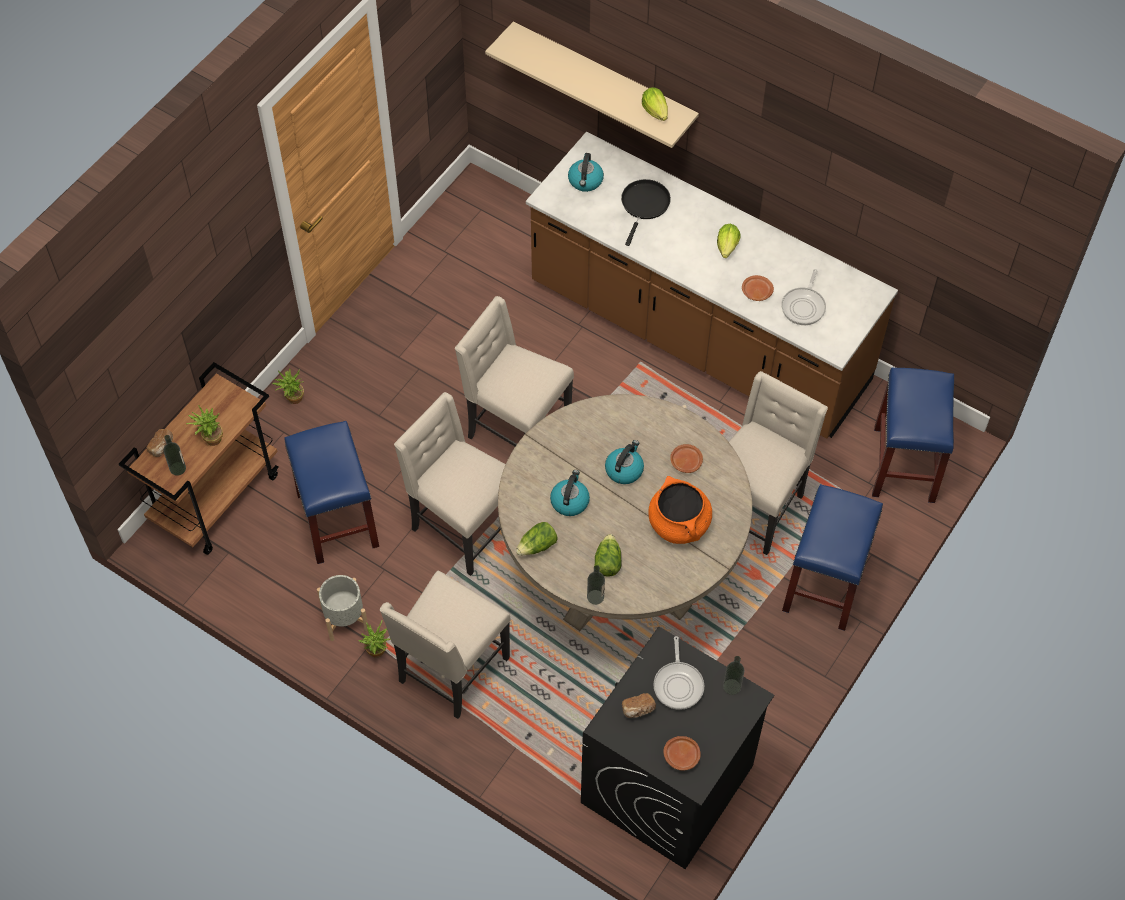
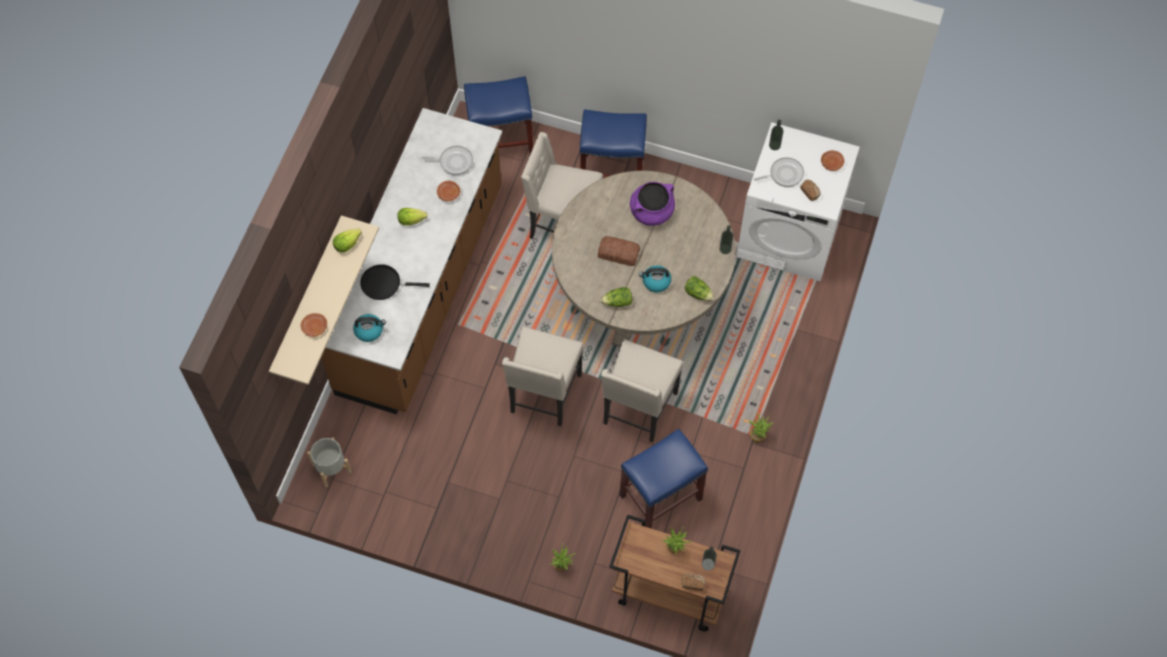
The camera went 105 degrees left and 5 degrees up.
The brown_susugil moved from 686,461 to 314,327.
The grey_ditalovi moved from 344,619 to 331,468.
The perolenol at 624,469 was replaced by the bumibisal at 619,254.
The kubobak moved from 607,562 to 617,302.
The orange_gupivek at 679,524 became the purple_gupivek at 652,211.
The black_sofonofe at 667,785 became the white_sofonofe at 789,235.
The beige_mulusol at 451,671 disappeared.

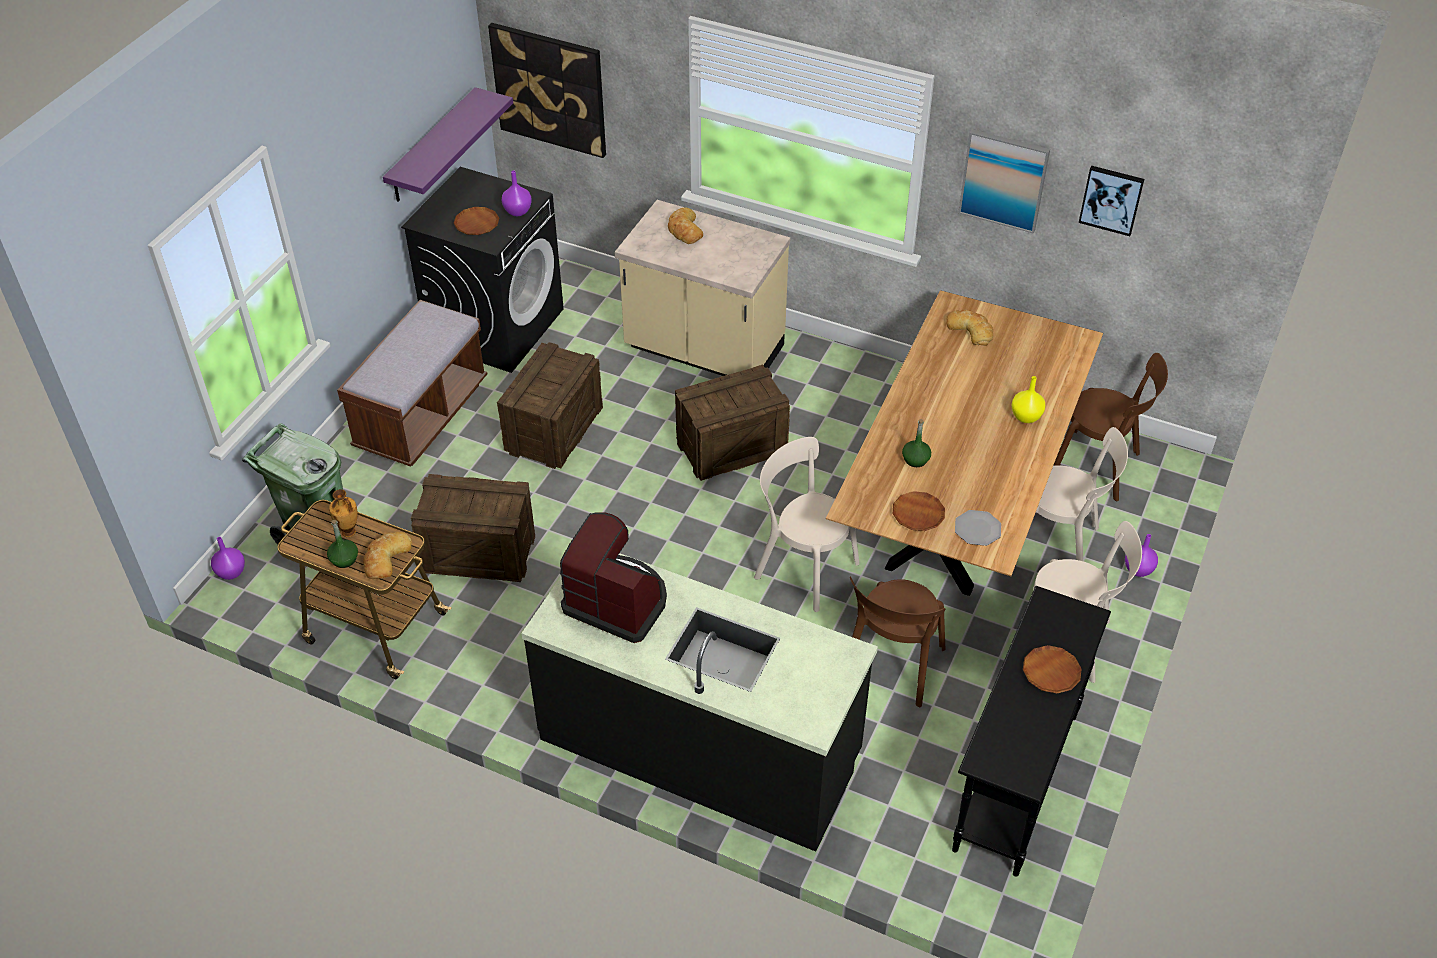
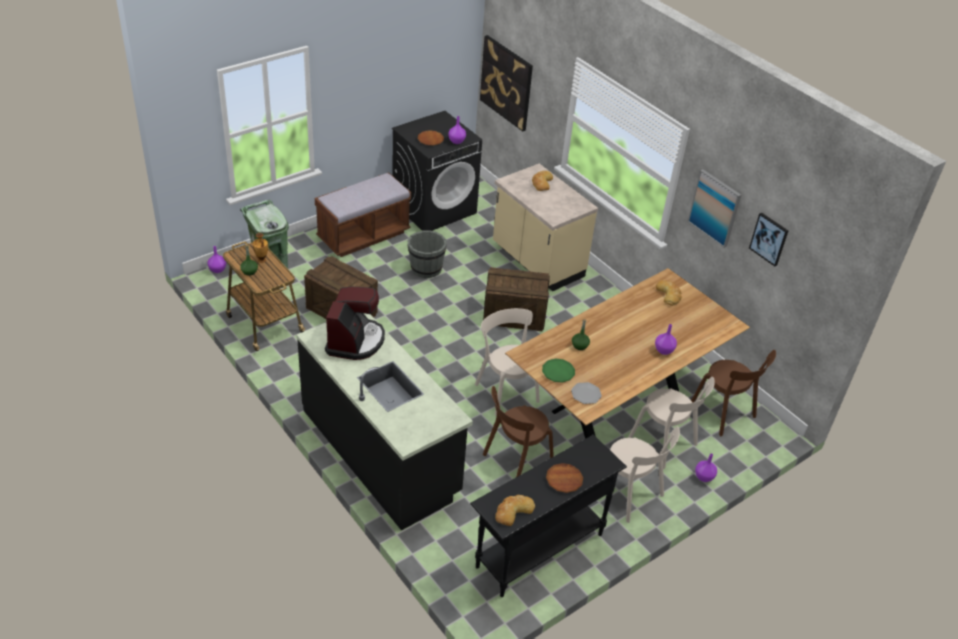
The camera went 25 degrees right and 5 degrees down.
The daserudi at 617,601 turned 45 degrees clockwise.
The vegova at 554,429 was replaced by the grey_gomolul at 426,268.
The bumibisal moved from 385,558 to 513,511.
The brown_susugil at 918,514 became the green_susugil at 558,372.
The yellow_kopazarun at 1026,417 became the purple_kopazarun at 664,351.
The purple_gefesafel at 432,146 disappeared.

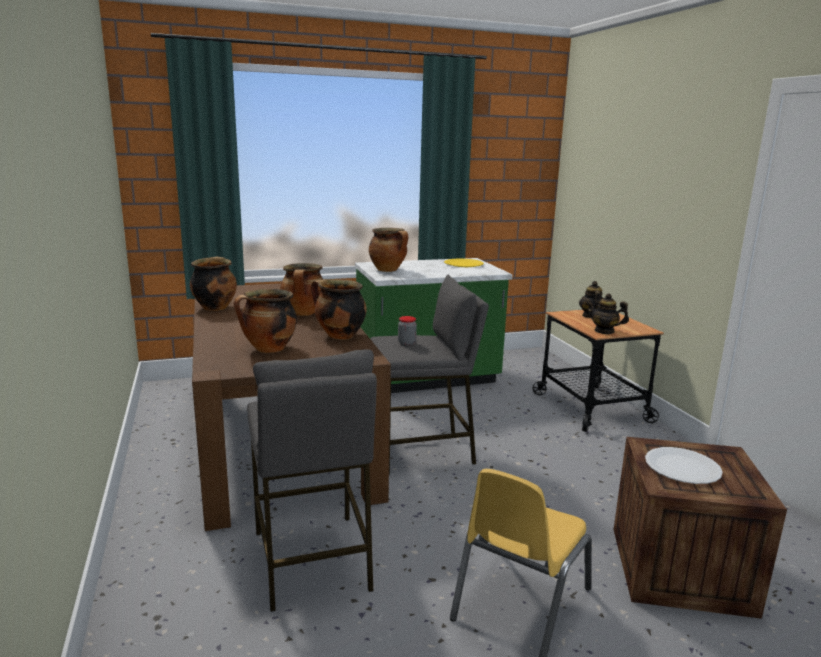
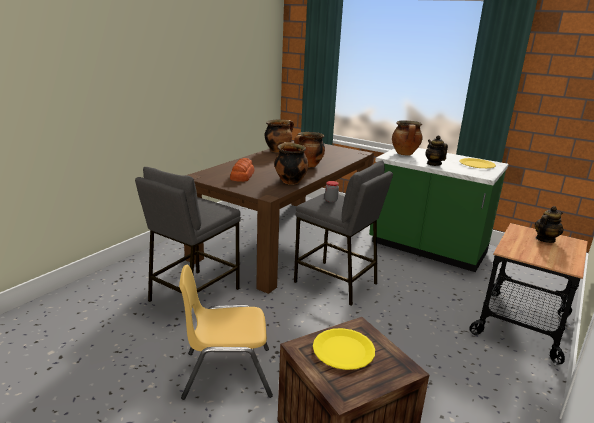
The camera went 50 degrees right and 5 degrees up.
The gupivek at 268,349 was replaced by the bumibisal at 242,176.
The white_susugil at 682,467 became the yellow_susugil at 343,350.
The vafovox moved from 604,331 to 434,164.

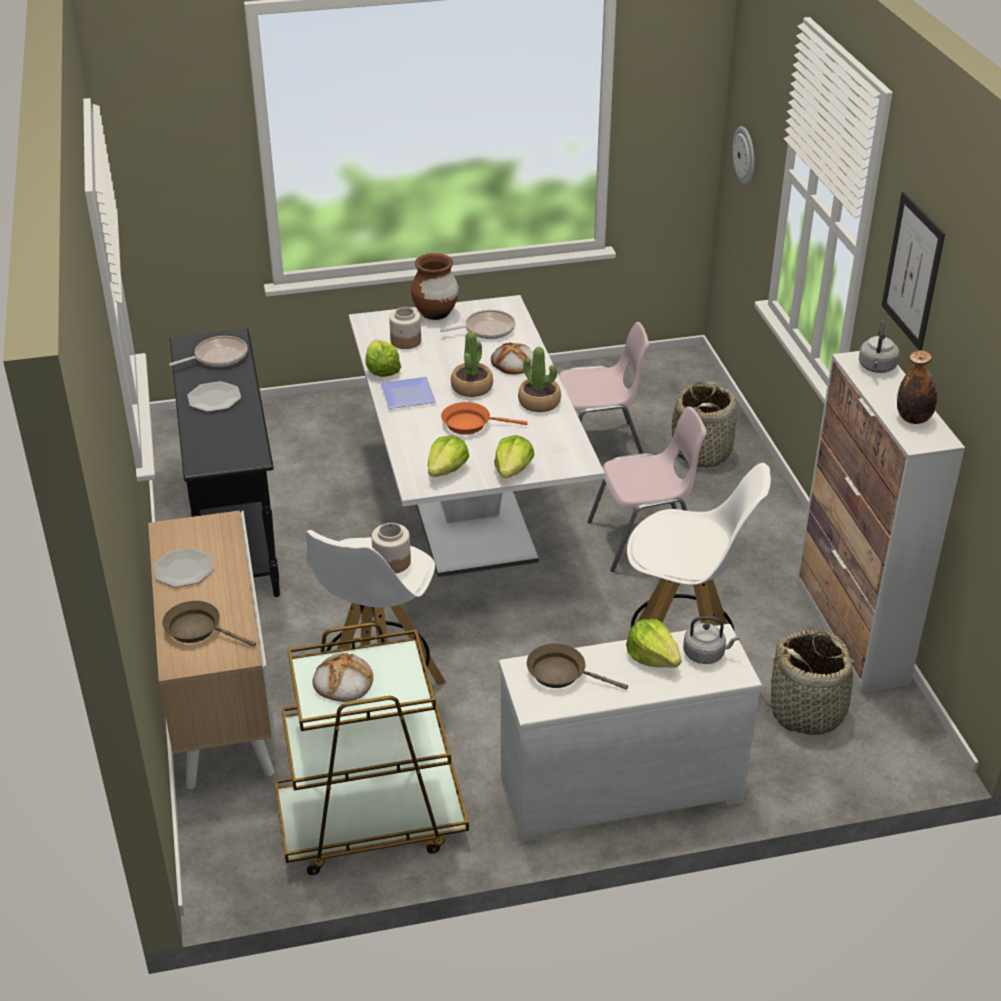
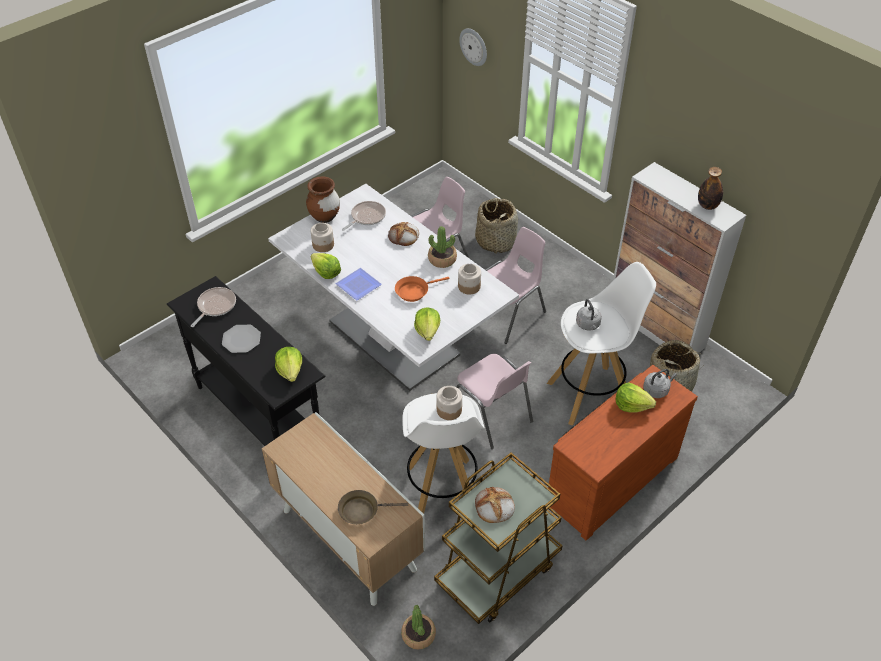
The camera went 30 degrees left and 10 degrees up.
The kubobak moved from 512,470 to 290,371.
The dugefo moved from 472,387 to 418,634.
The pink_mulusol at 491,415 appeared.
The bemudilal at 469,286 appeared.
The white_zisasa at 618,784 became the brown_zisasa at 609,479.
The grey_perolenol moved from 876,368 to 588,325.
The susugil at 183,569 disappeared.
The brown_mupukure at 561,673 disappeared.
The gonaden at 913,271 disappeared.

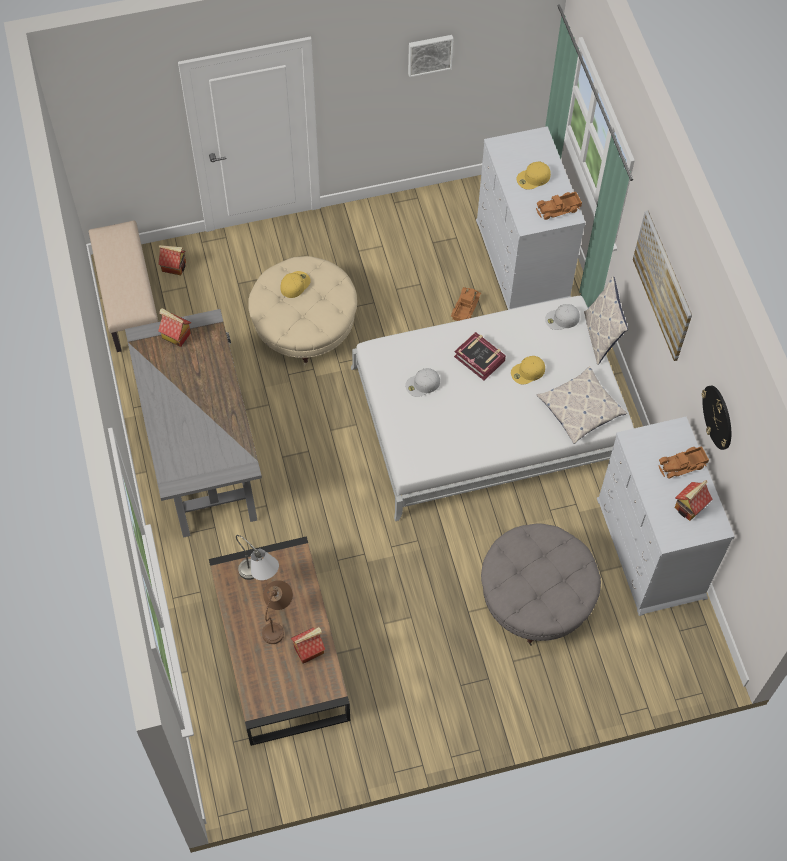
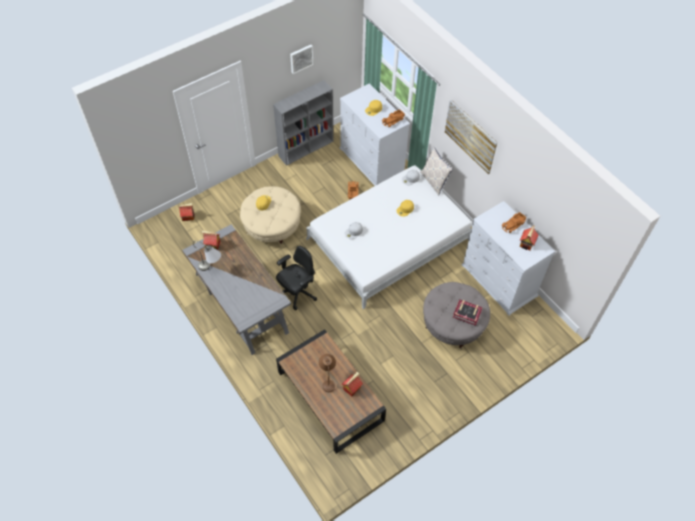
The camera went 20 degrees left and 5 degrees down.
The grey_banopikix moved from 259,579 to 211,268.
The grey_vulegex at 306,148 appeared.
The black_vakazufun at 297,293 appeared.
The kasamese moved from 479,358 to 467,313.
The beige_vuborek at 128,300 disappeared.
The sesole at 580,408 disappeared.
The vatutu at 718,417 disappeared.

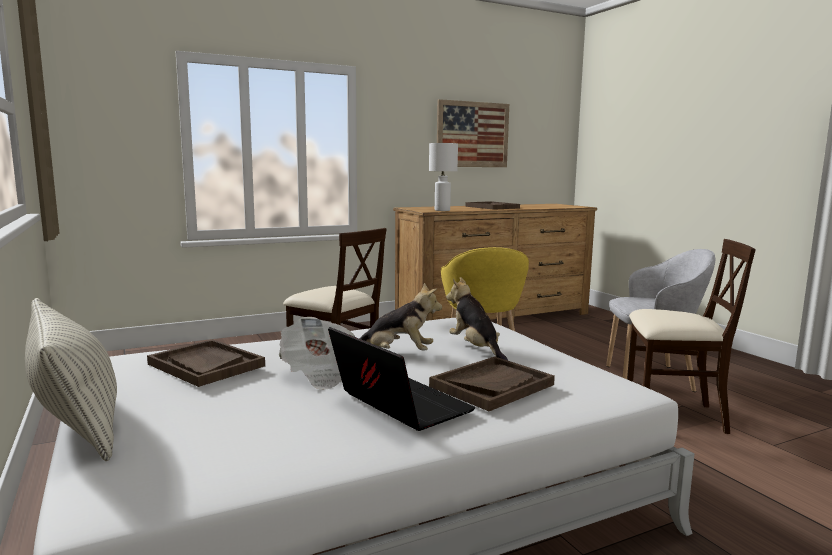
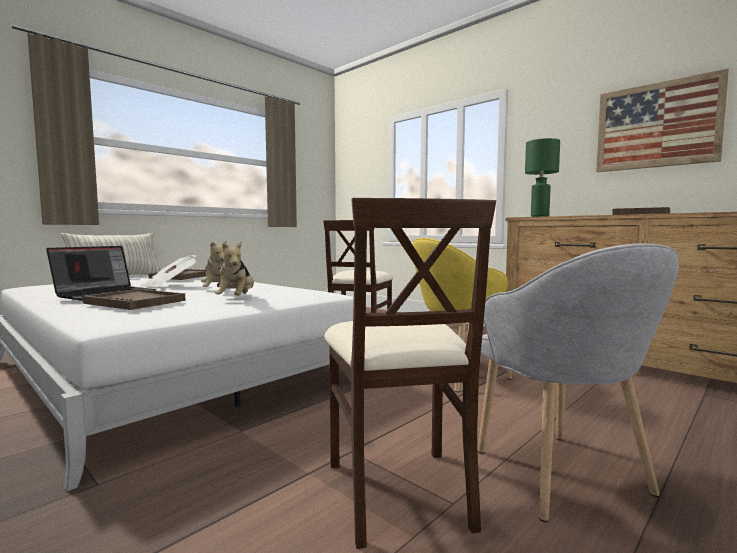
The camera went 70 degrees right and 5 degrees down.
The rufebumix at 475,349 turned 135 degrees clockwise.
The white_banopikix at 442,210 became the green_banopikix at 539,216.

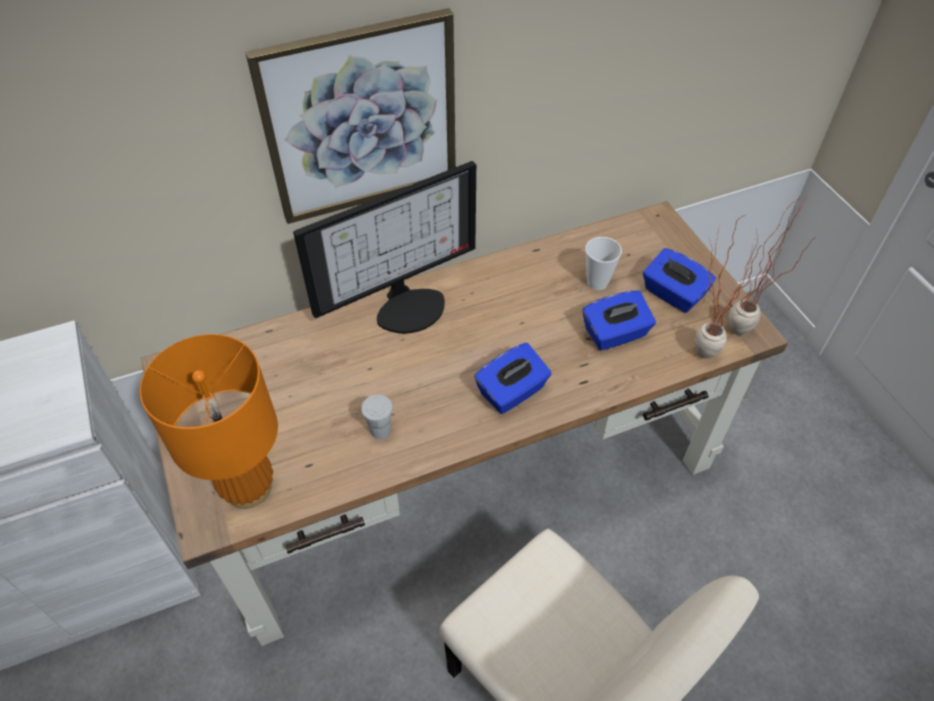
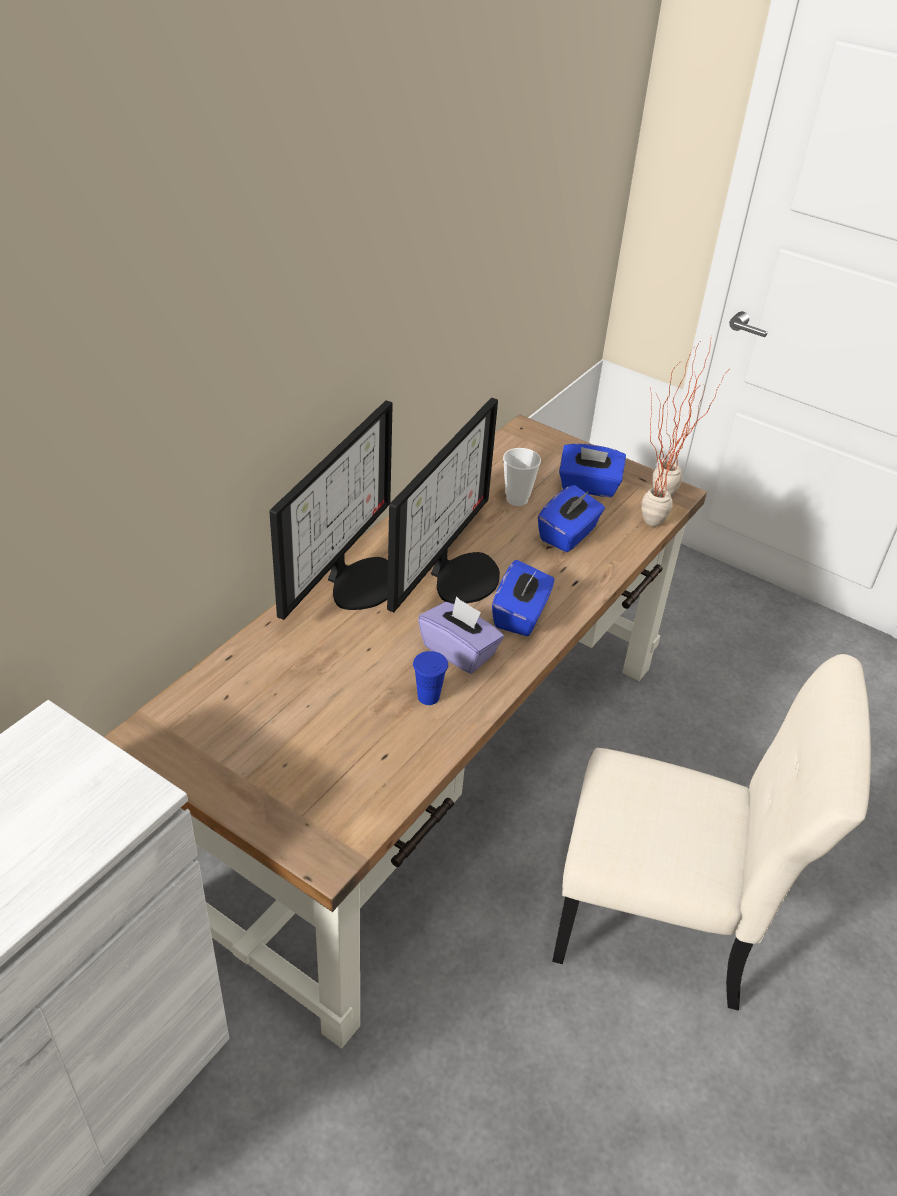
The camera went 35 degrees left and 10 degrees down.
The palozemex at 459,575 appeared.
The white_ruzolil at 380,431 became the blue_ruzolil at 428,697.
The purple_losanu at 459,651 appeared.
The orange_banopikix at 248,487 disappeared.
The gonaden at 361,119 disappeared.

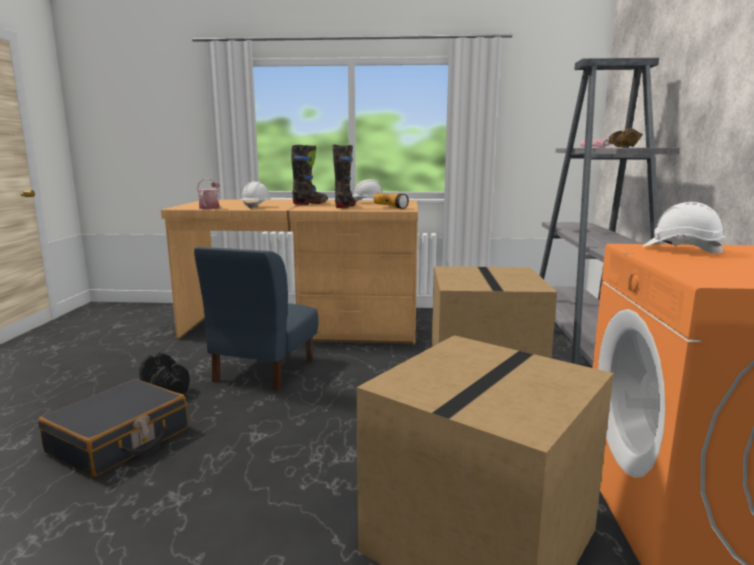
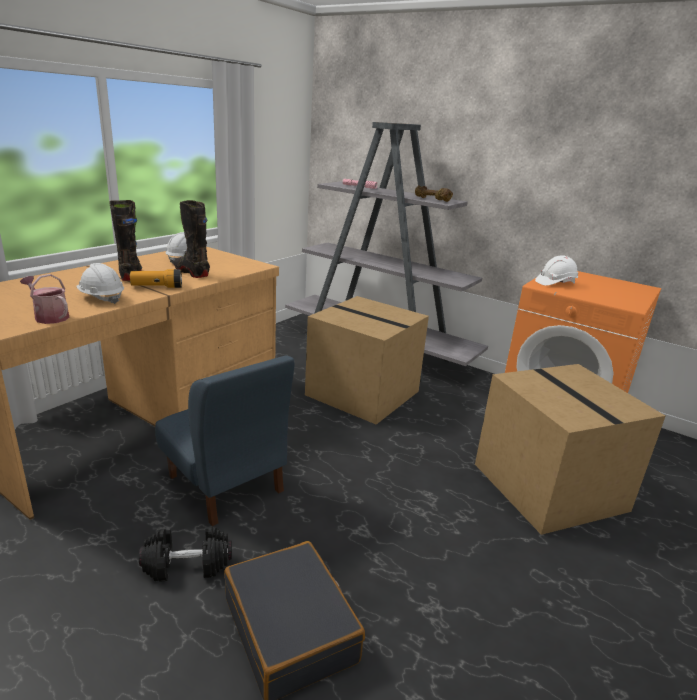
The camera went 60 degrees left and 10 degrees up.
The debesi moved from 390,207 to 157,287.

